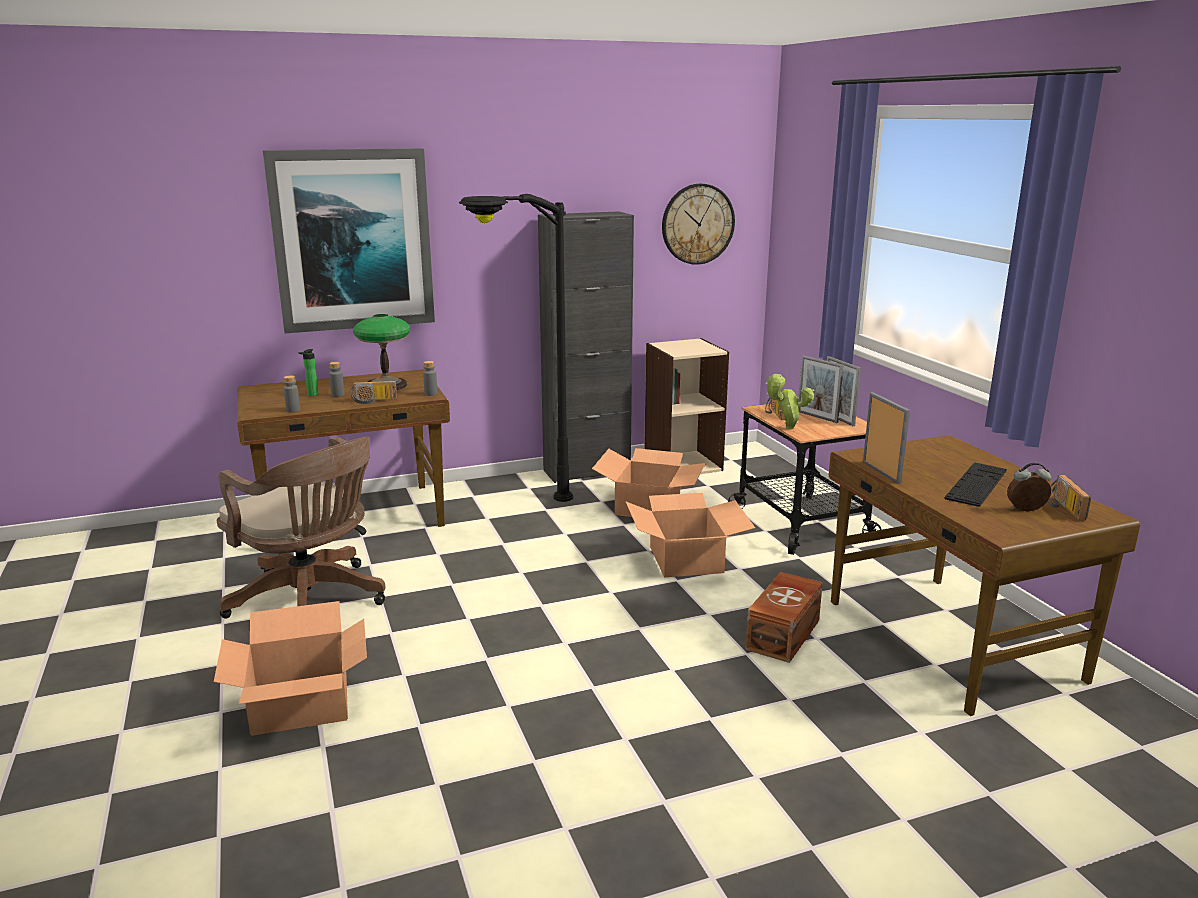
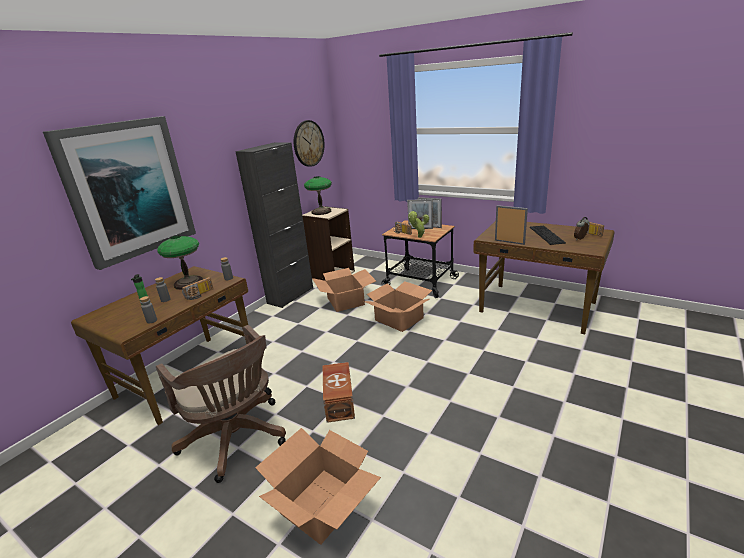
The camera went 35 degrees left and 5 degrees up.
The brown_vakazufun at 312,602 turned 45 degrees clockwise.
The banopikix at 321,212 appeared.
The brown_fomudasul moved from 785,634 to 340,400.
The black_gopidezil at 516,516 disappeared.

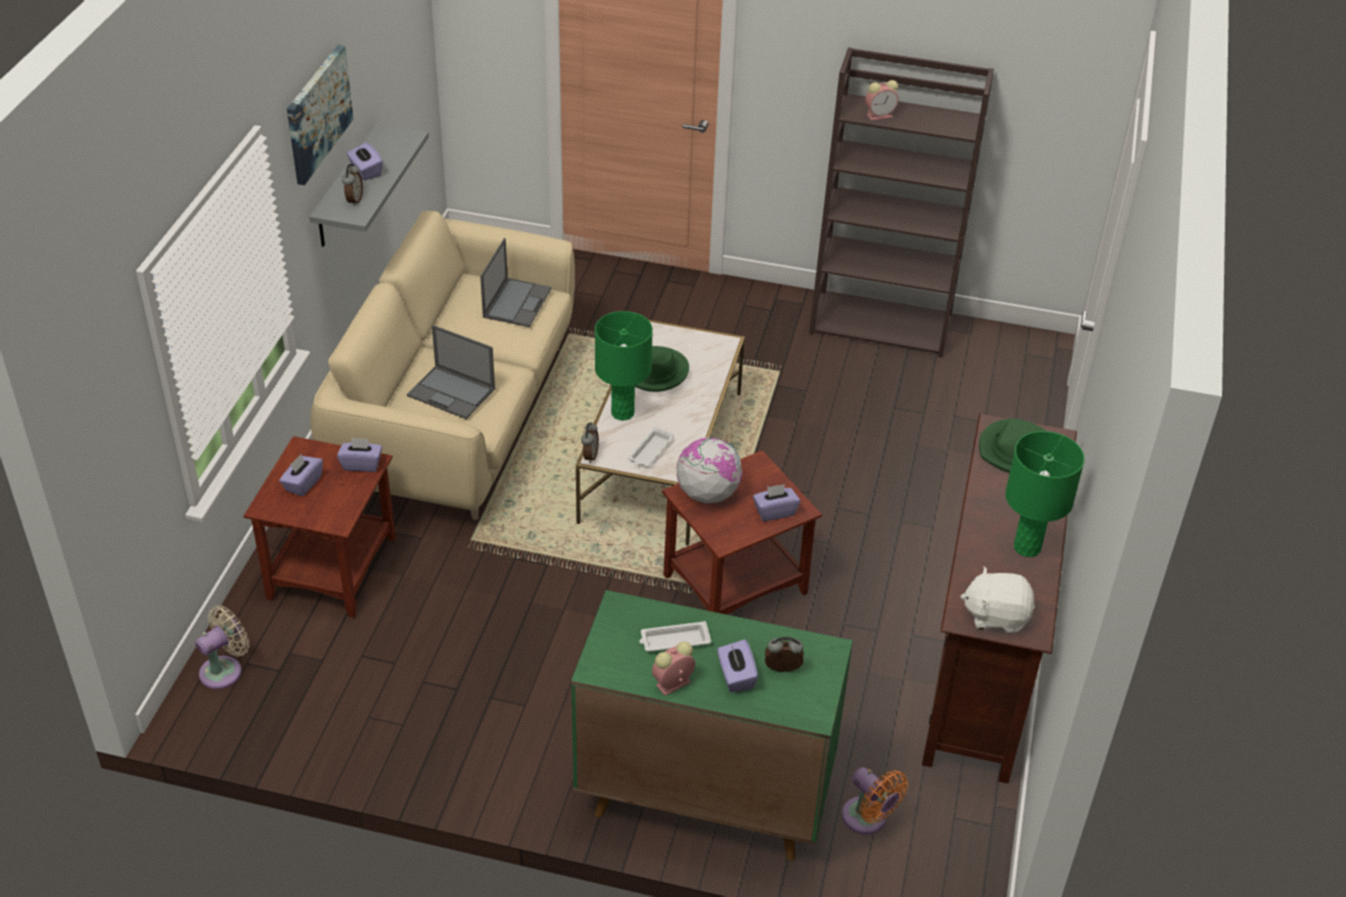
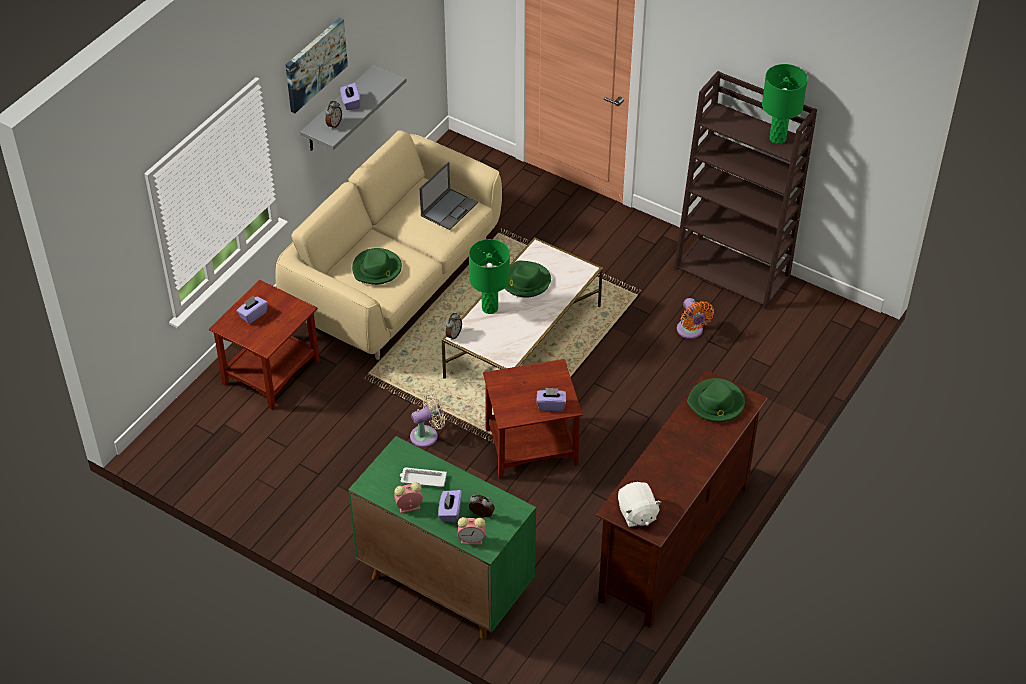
The camera went 20 degrees right and 5 degrees up.
The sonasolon at 452,392 was replaced by the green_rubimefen at 377,269.
The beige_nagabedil moved from 224,670 to 427,435.
The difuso moved from 880,115 to 472,539.
The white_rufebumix at 996,615 turned 135 degrees counterclockwise.
The orange_nagabedil moved from 867,819 to 691,331.
The green_banopikix moved from 1026,547 to 777,138.
The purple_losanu at 361,464 disappeared.
The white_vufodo at 650,451 disappeared.
The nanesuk at 707,494 disappeared.

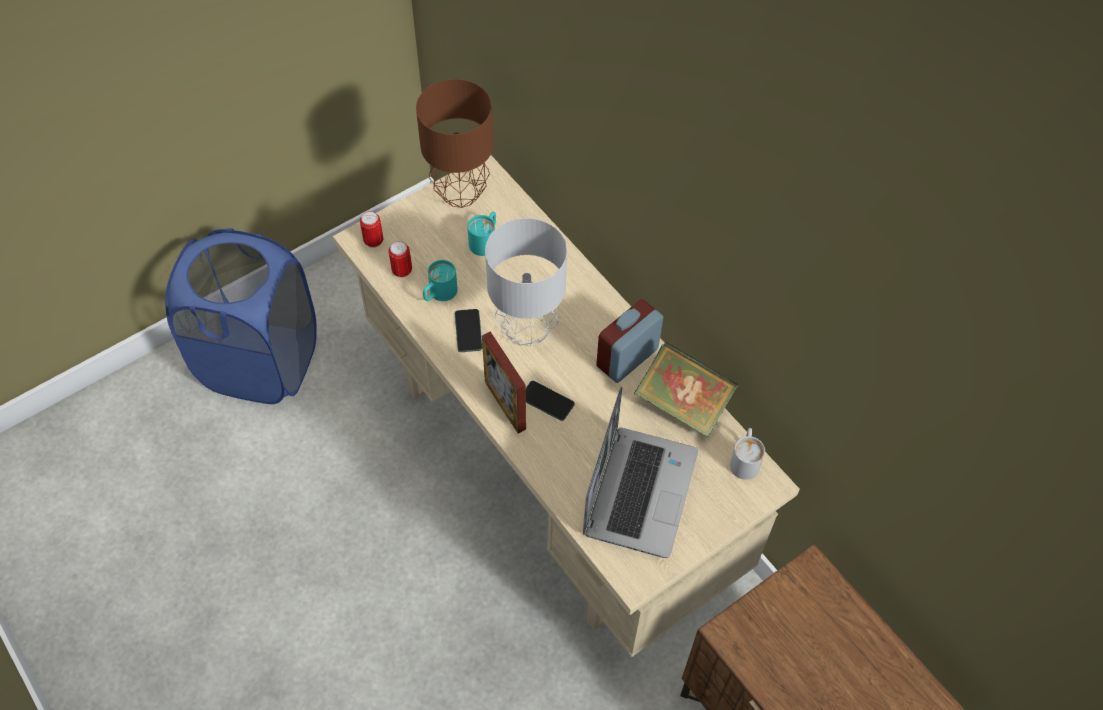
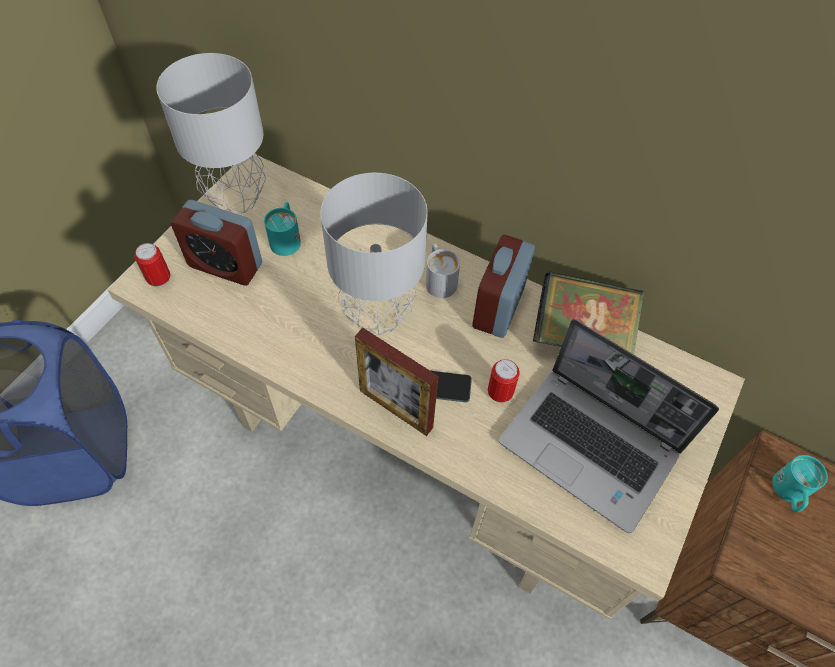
The camera went 25 degrees left and 0 degrees up.
The brown_banopikix at 461,194 became the grey_banopikix at 238,200.
The difuso at 225,265 appeared.
The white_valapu moved from 744,459 to 439,279.
The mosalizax moved from 402,271 to 500,393.
The sonasolon at 638,490 turned 135 degrees clockwise.
The turquoise_valapu moved from 439,294 to 789,494.
The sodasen at 468,331 disappeared.

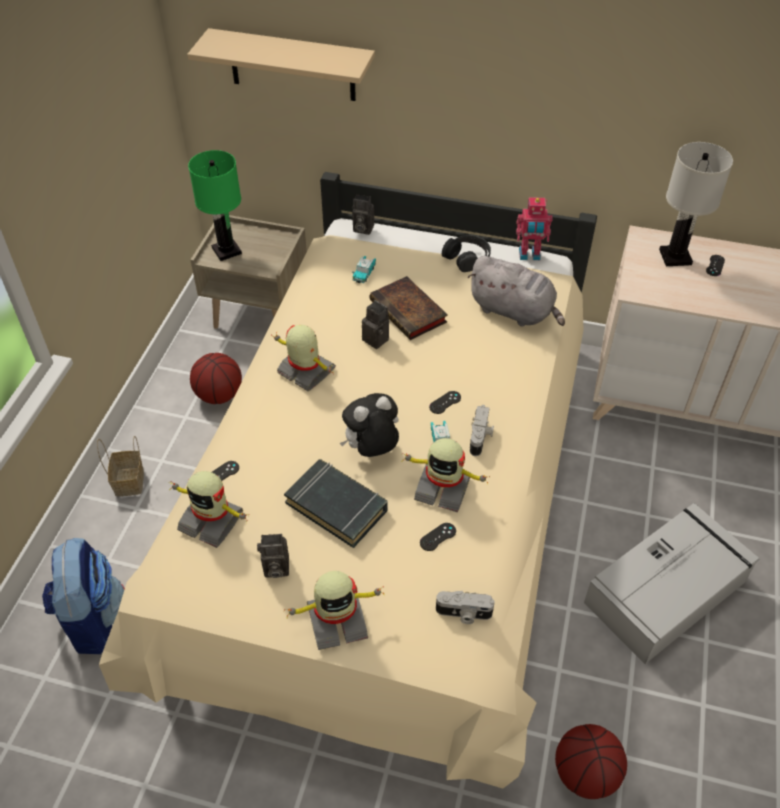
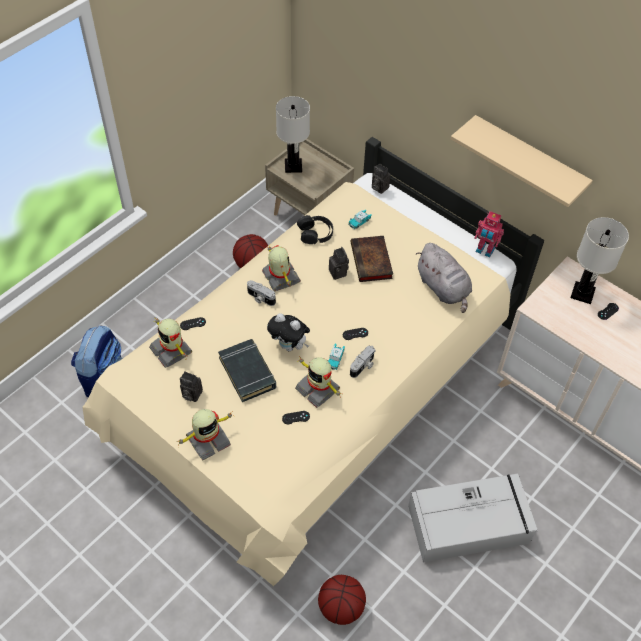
The camera went 25 degrees right and 5 degrees up.
The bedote at 336,620 turned 45 degrees counterclockwise.
The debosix moved from 463,614 to 260,298.
The rufebumix at 371,450 turned 150 degrees counterclockwise.
The green_banopikix at 226,251 became the white_banopikix at 293,166.
The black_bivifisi moved from 467,258 to 315,233.
The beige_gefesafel moved from 292,65 to 527,163.
The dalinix at 130,482 disappeared.

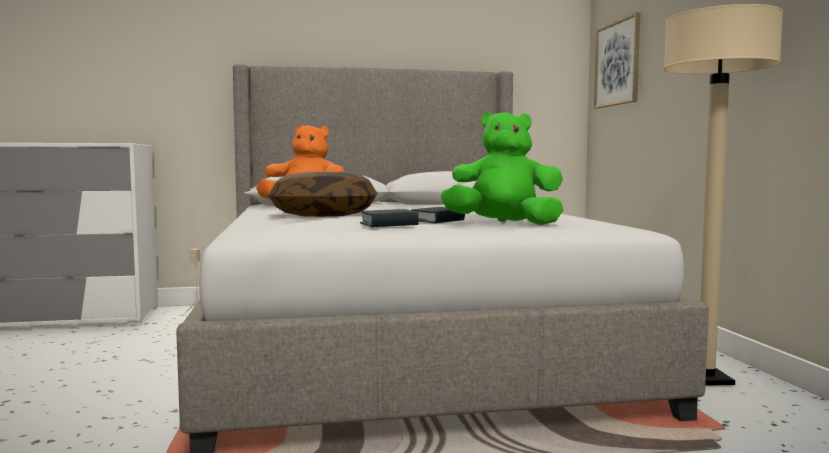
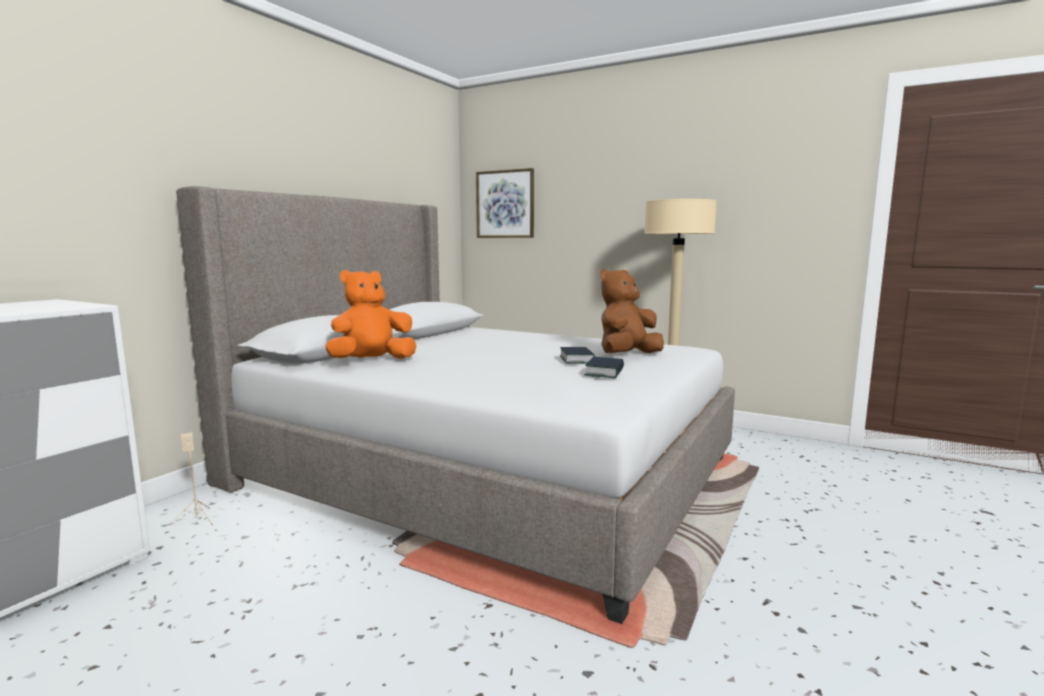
The camera went 50 degrees left and 5 degrees up.
The green_rufebumix at 504,224 became the brown_rufebumix at 627,356.
The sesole at 324,215 disappeared.

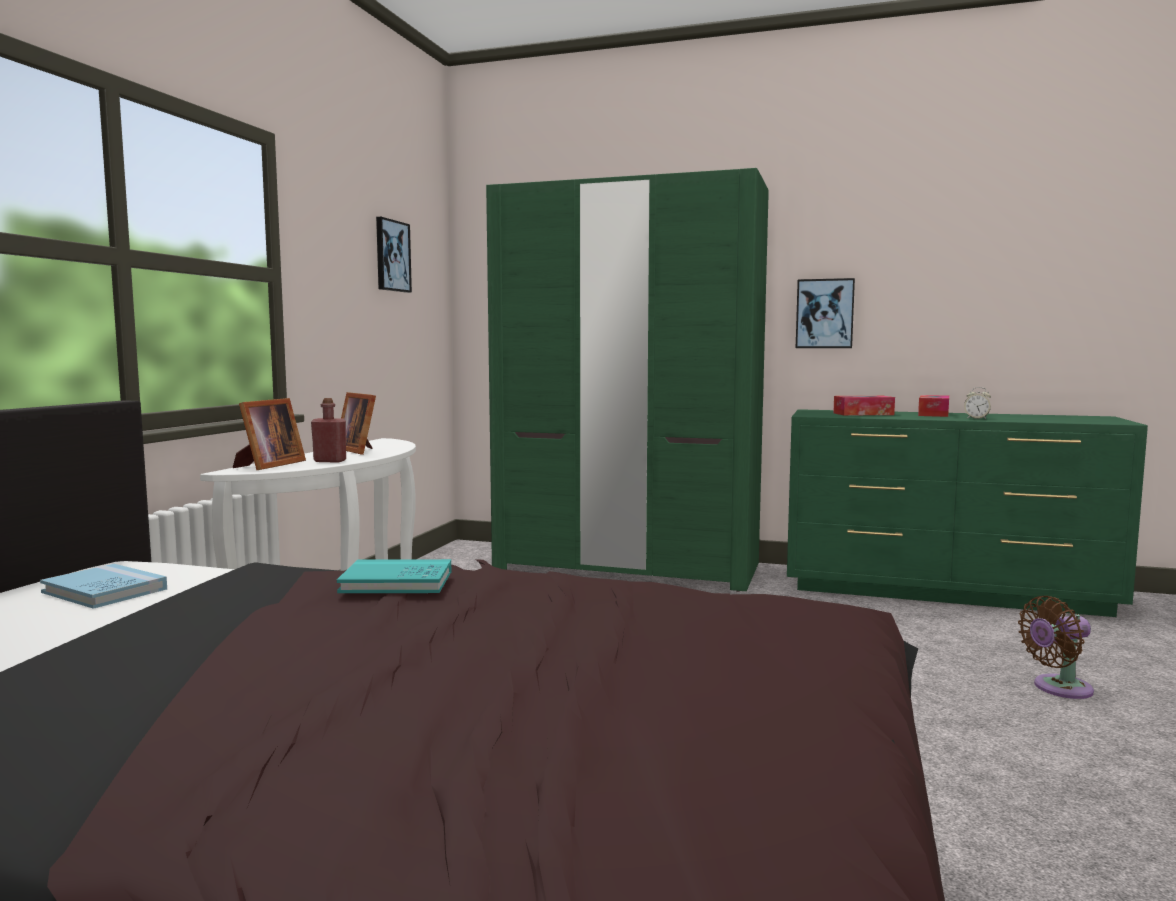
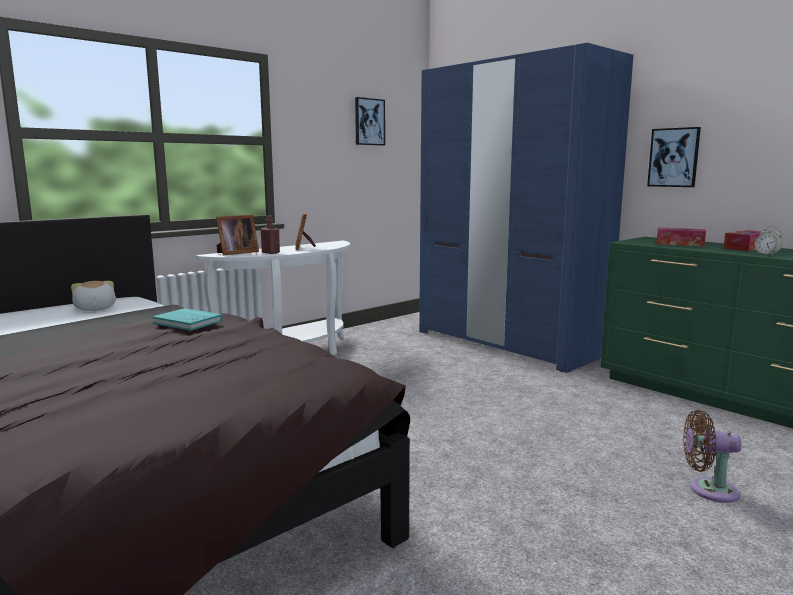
The camera went 30 degrees right and 5 degrees up.
The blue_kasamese at 104,591 was replaced by the rufebumix at 94,309.
The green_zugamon at 626,567 became the blue_zugamon at 508,343.

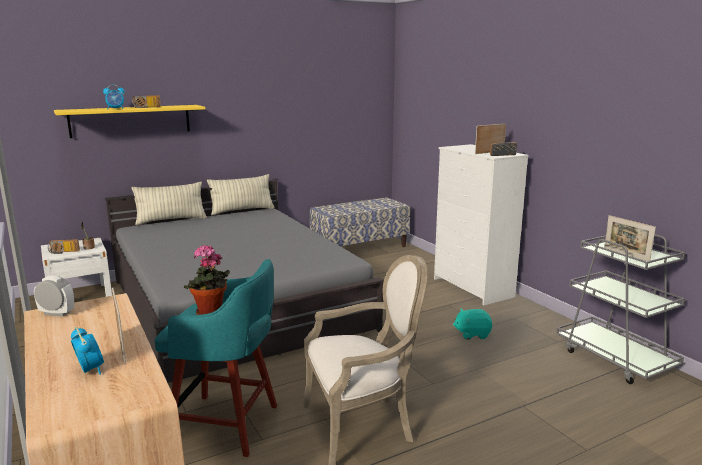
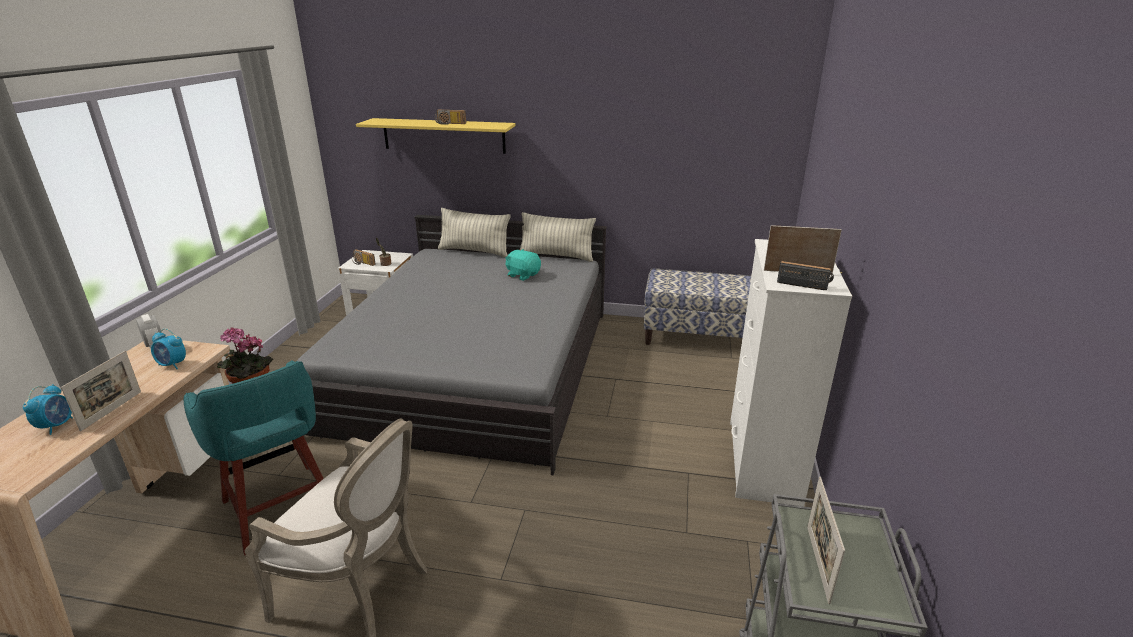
The camera went 40 degrees right and 10 degrees up.
The difuso moved from 115,108 to 172,365.
The turquoise_rufebumix moved from 472,334 to 523,275.

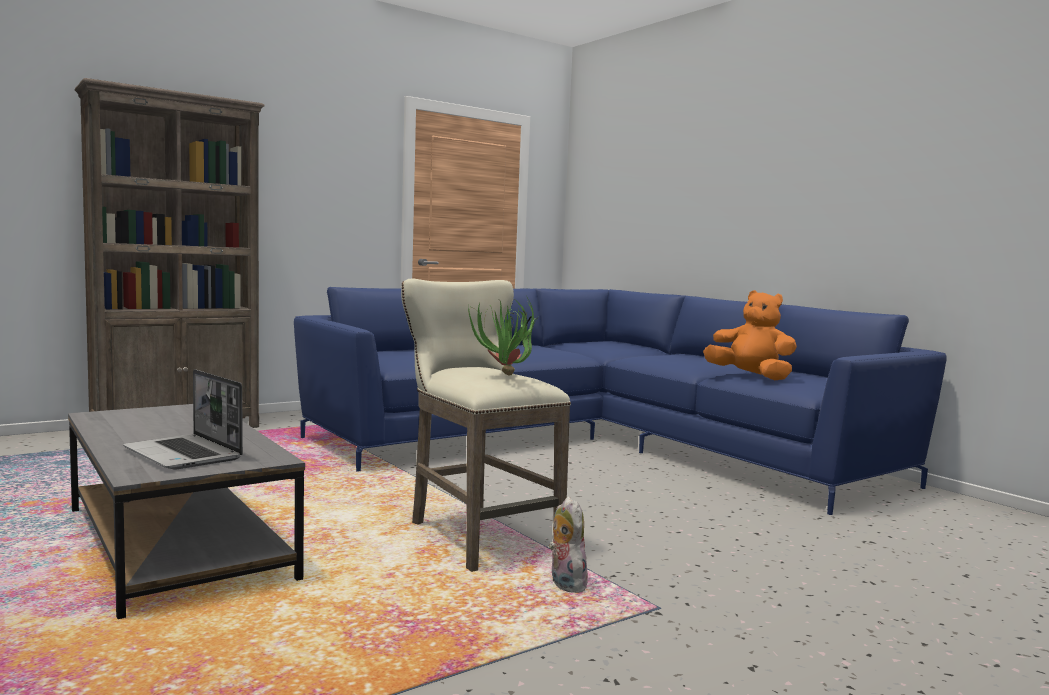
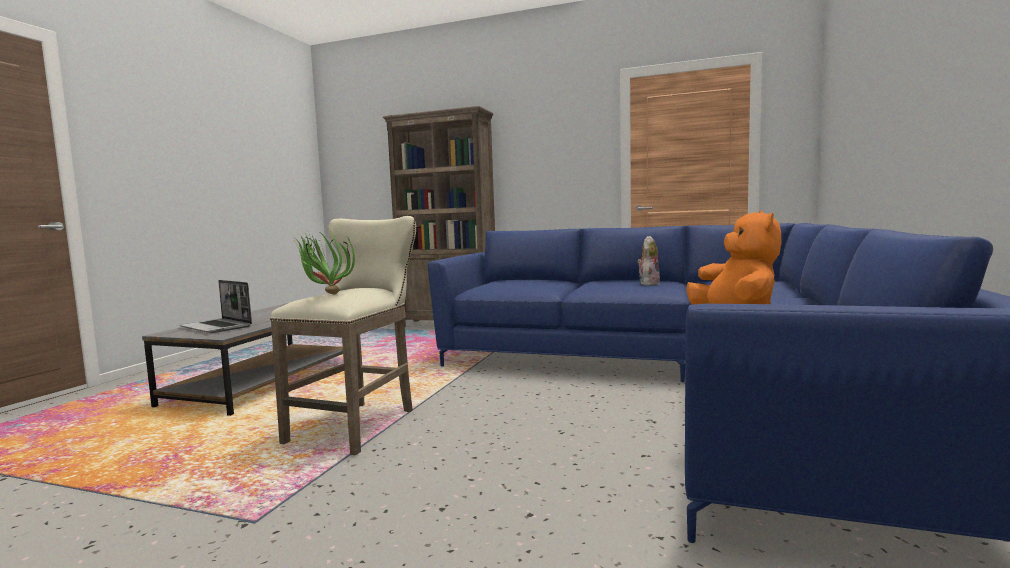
The camera went 55 degrees right and 0 degrees up.
The sonasolon at 185,454 turned 60 degrees counterclockwise.
The rufebumix moved from 564,584 to 648,284.

